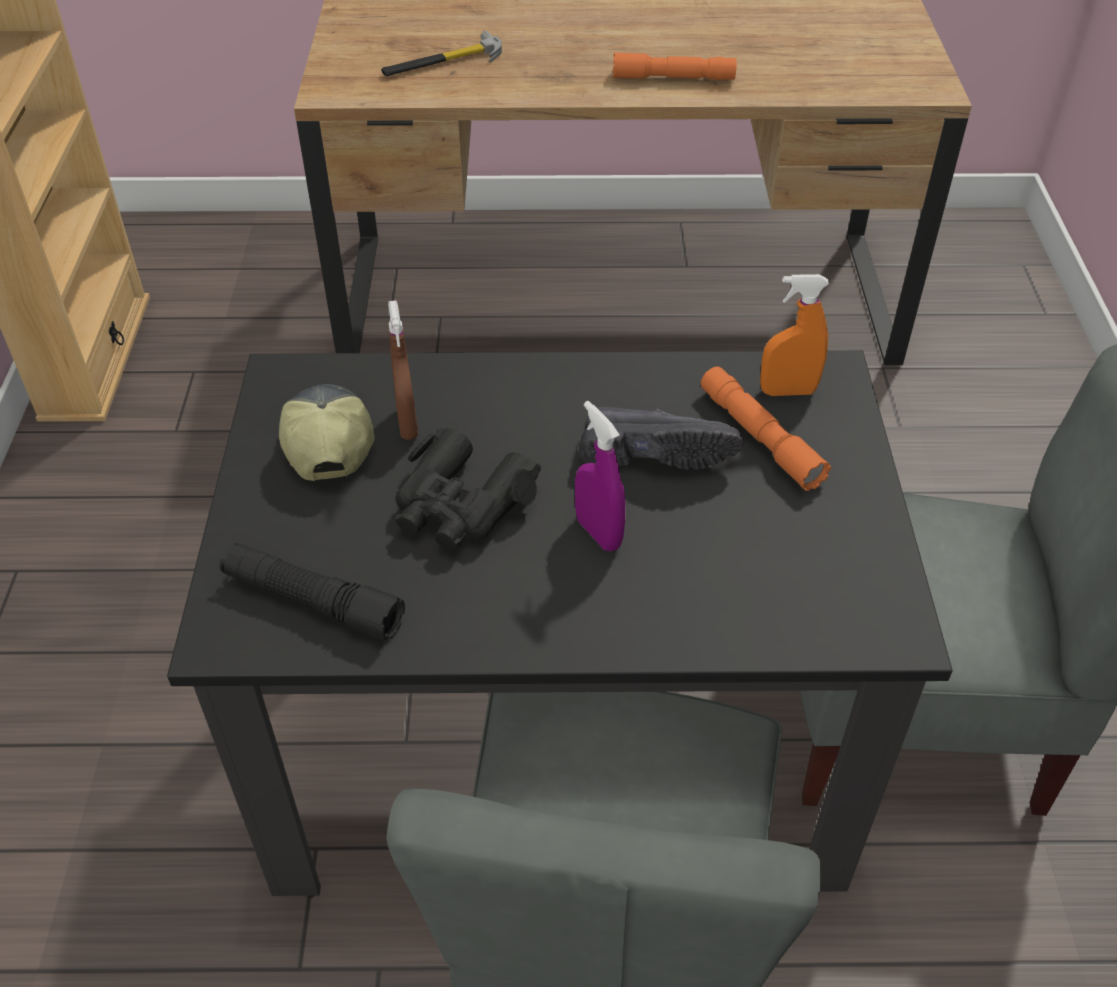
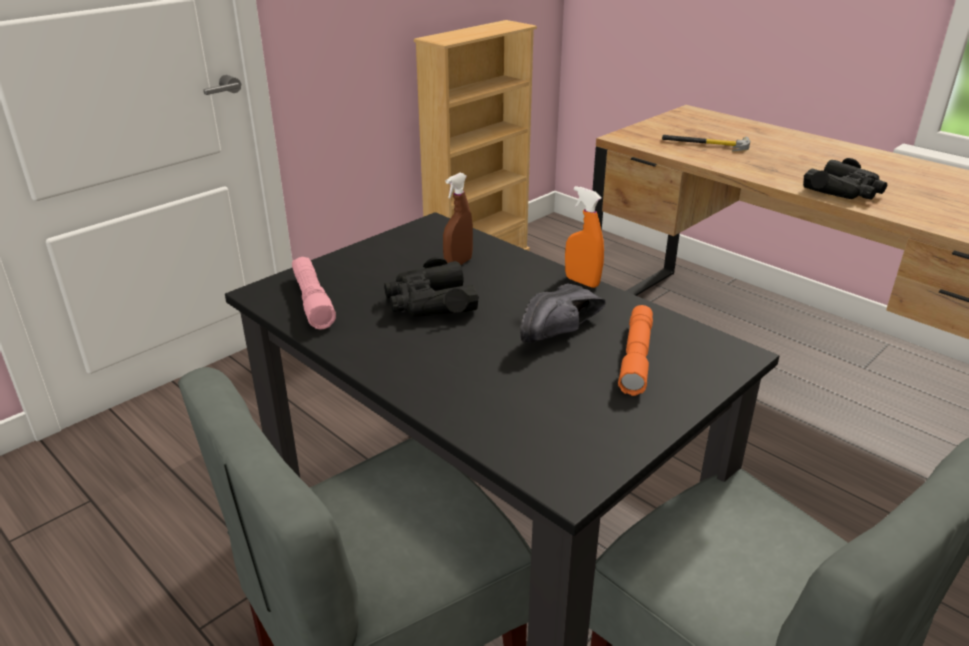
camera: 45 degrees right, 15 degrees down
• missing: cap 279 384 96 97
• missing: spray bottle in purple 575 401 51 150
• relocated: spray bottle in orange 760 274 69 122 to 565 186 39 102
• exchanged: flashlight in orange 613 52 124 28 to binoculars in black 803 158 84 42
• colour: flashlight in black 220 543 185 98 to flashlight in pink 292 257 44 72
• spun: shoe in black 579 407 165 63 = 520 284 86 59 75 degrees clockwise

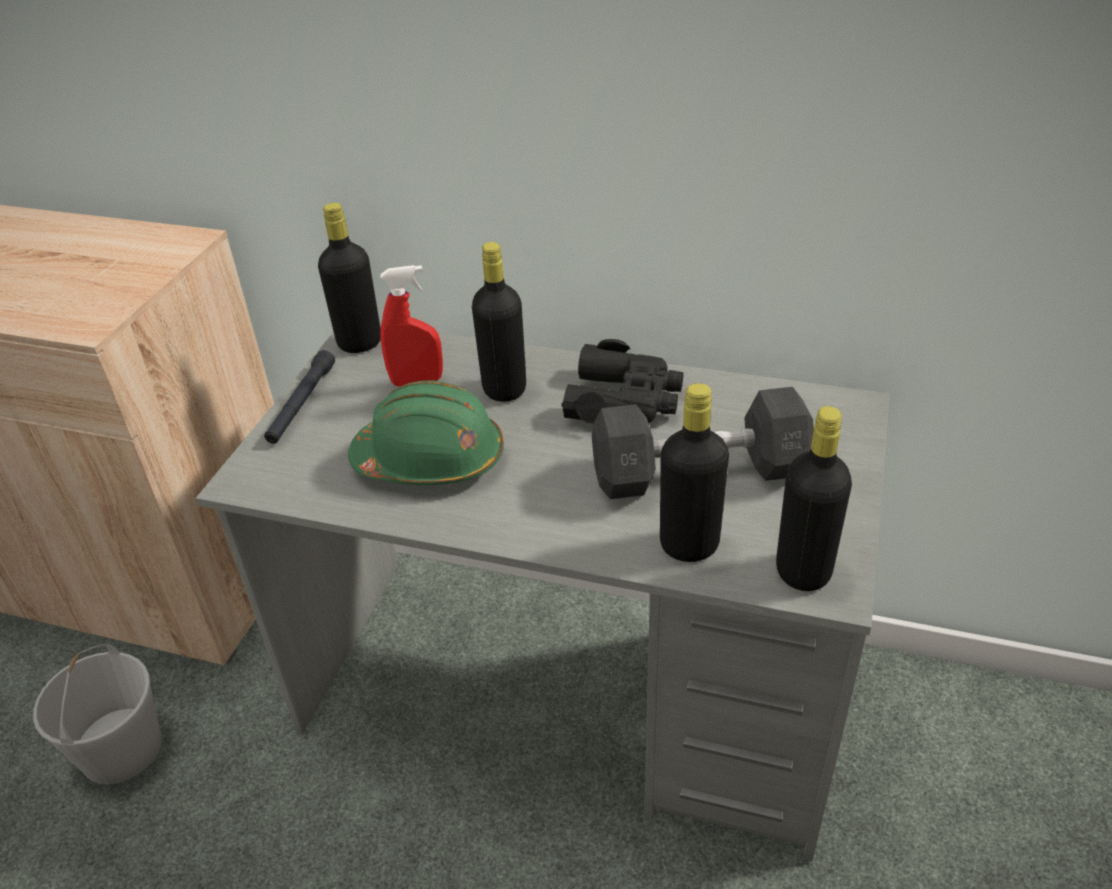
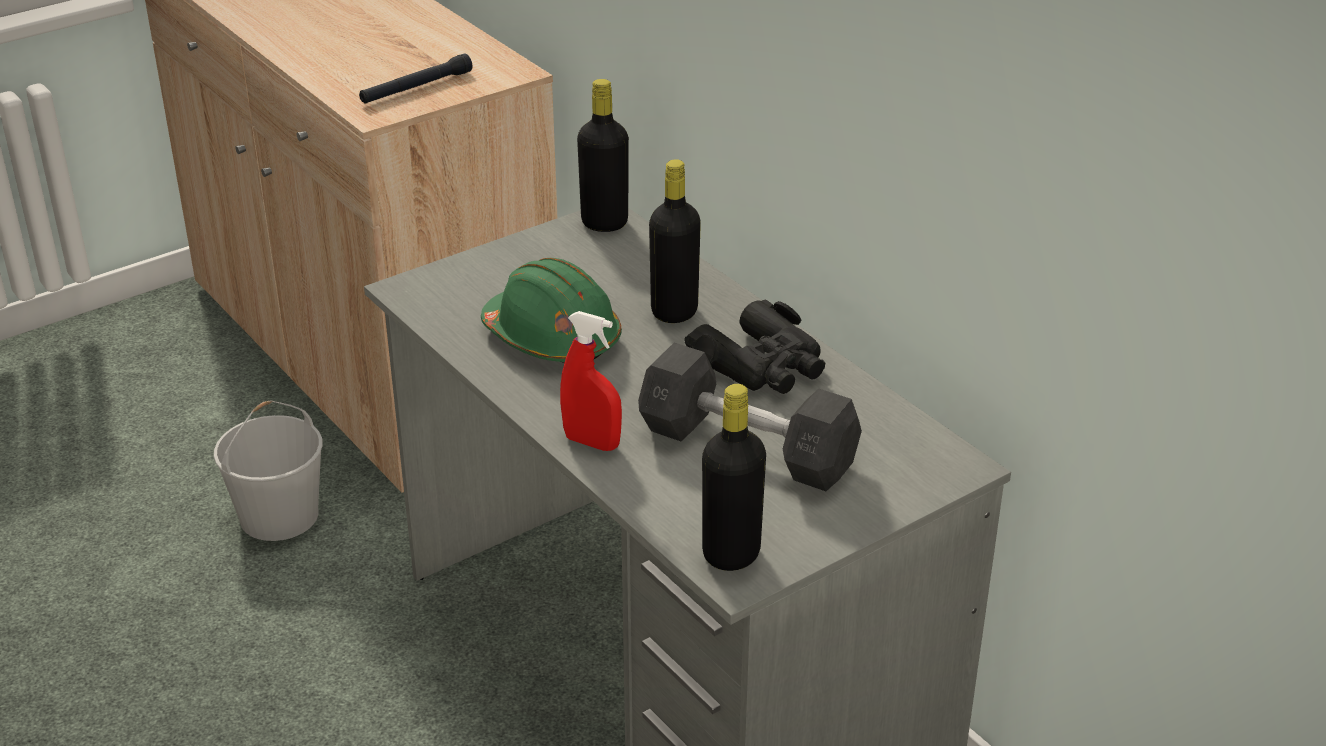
camera: 35 degrees right, 5 degrees down
• missing: bottle in black 660 383 69 179
• relocated: flashlight in black 264 350 71 93 to 359 54 113 49
• relocated: spray bottle in red 380 265 63 122 to 560 311 62 140

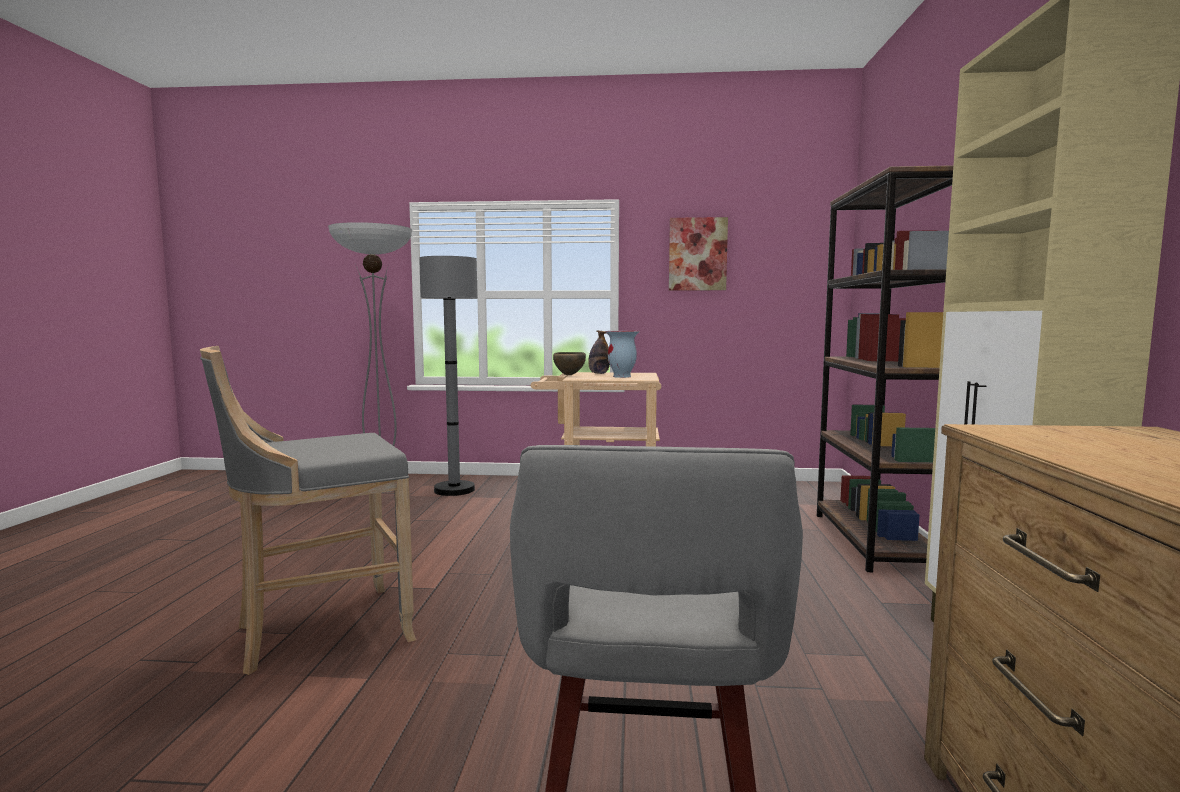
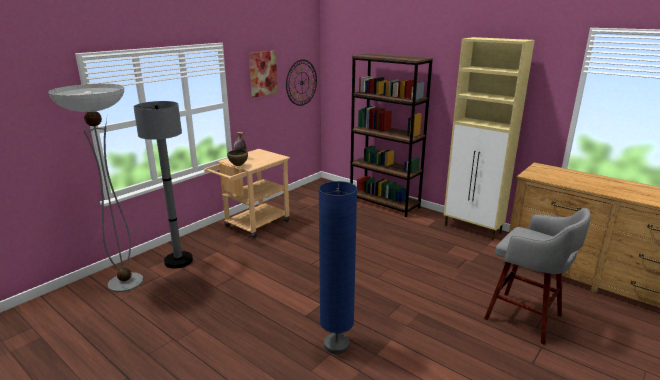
camera: 55 degrees left, 15 degrees up
• missing: vase 605 331 35 47
• appeared: wall clock 286 59 31 47
• exchanged: stool in grey 200 346 216 329 to floor lamp in blue 318 181 39 173

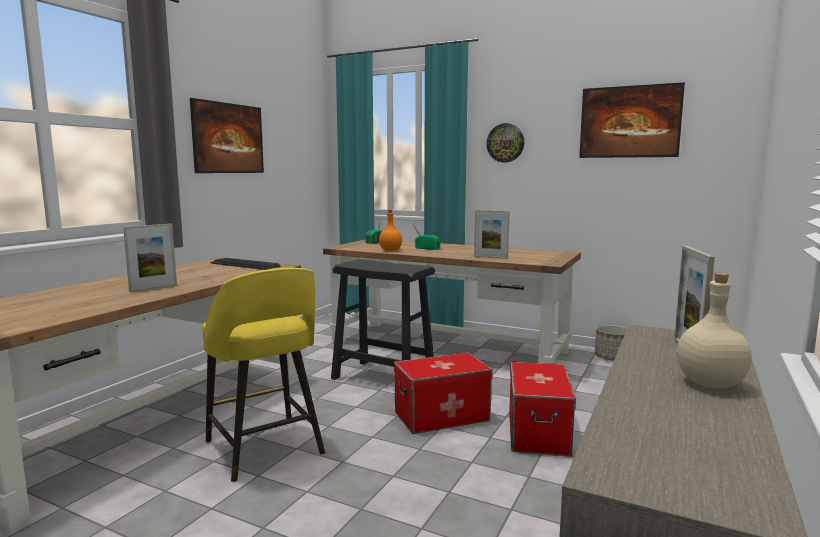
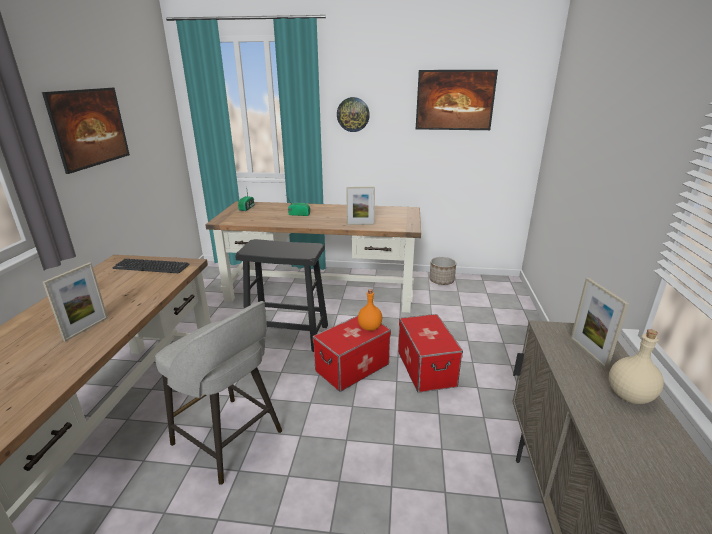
camera: 20 degrees left, 15 degrees up
• relocated: bottle in orange 379 210 23 41 to 358 289 24 42
• colour: stool in yellow 202 268 123 214 to stool in grey 155 301 127 184

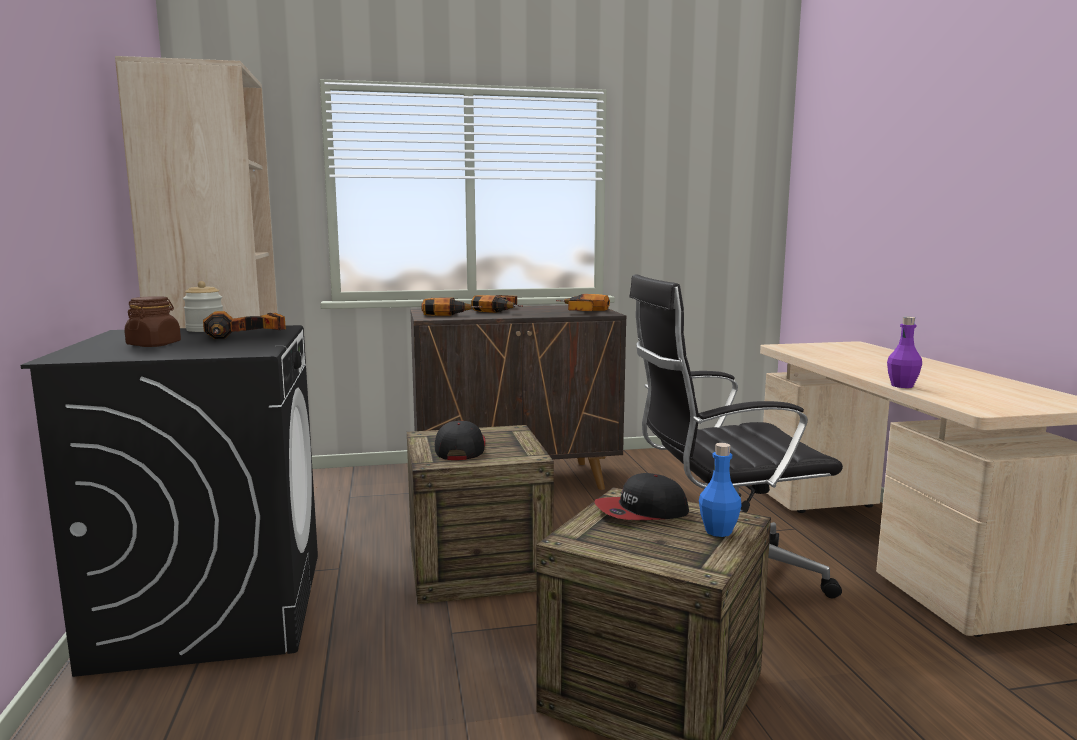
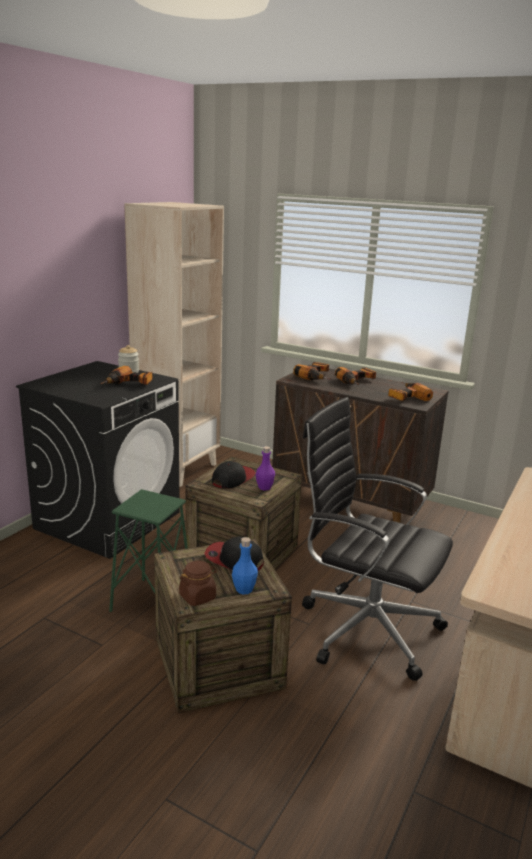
camera: 40 degrees right, 10 degrees up
• appeared: stool in green 109 489 79 123
• relocated: jar in brown 124 296 57 51 to 179 561 38 45
• relocated: bottle in purple 887 317 35 71 to 256 446 19 44

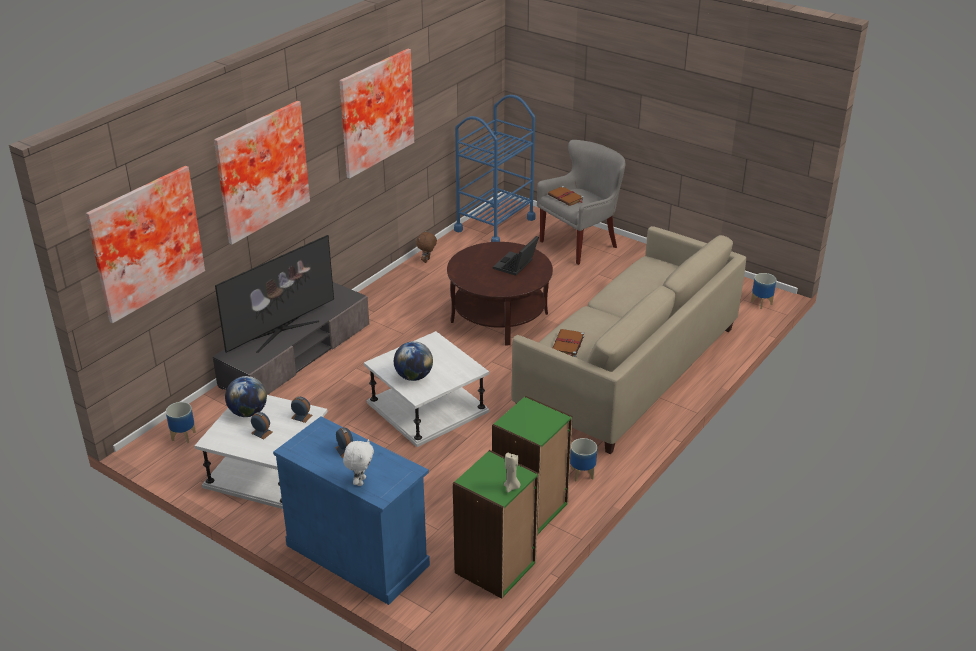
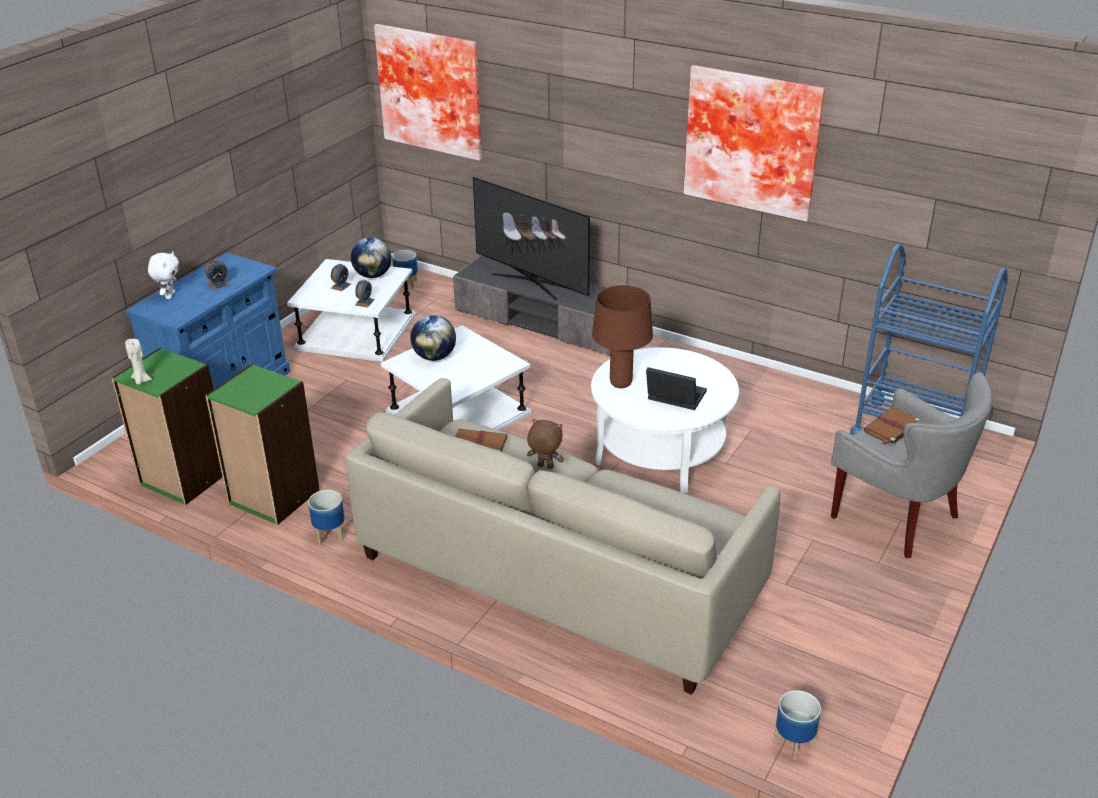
camera: 85 degrees right, 0 degrees up
• missing: picture 214 101 96 144
• appeared: table lamp in brown 592 285 61 103
• relocated: plush toy in brown 416 231 21 32 to 527 419 37 50
• colour: coffee table in brown 447 242 106 104 to coffee table in white 591 347 148 146
• spun: plush toy in white 343 439 31 47 = 148 251 31 48 90 degrees counterclockwise

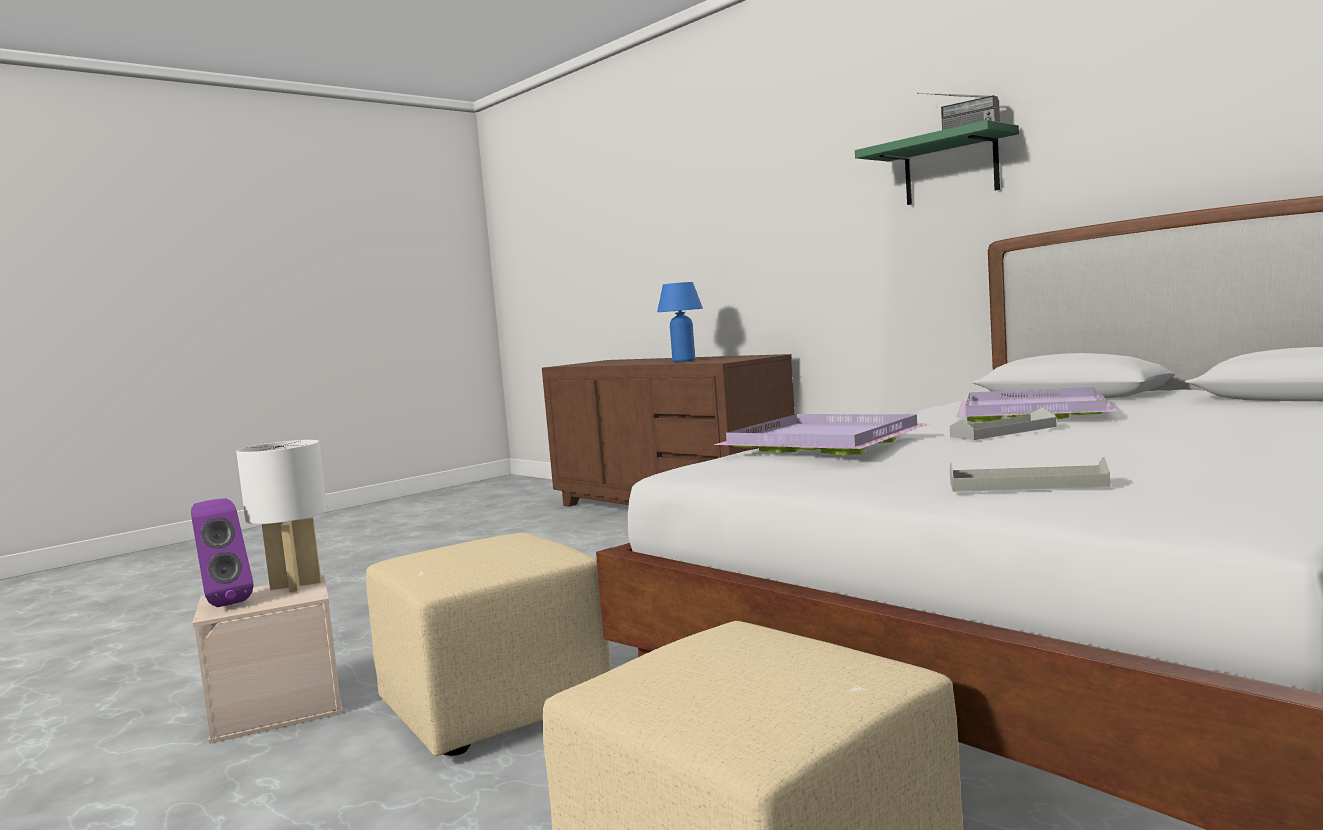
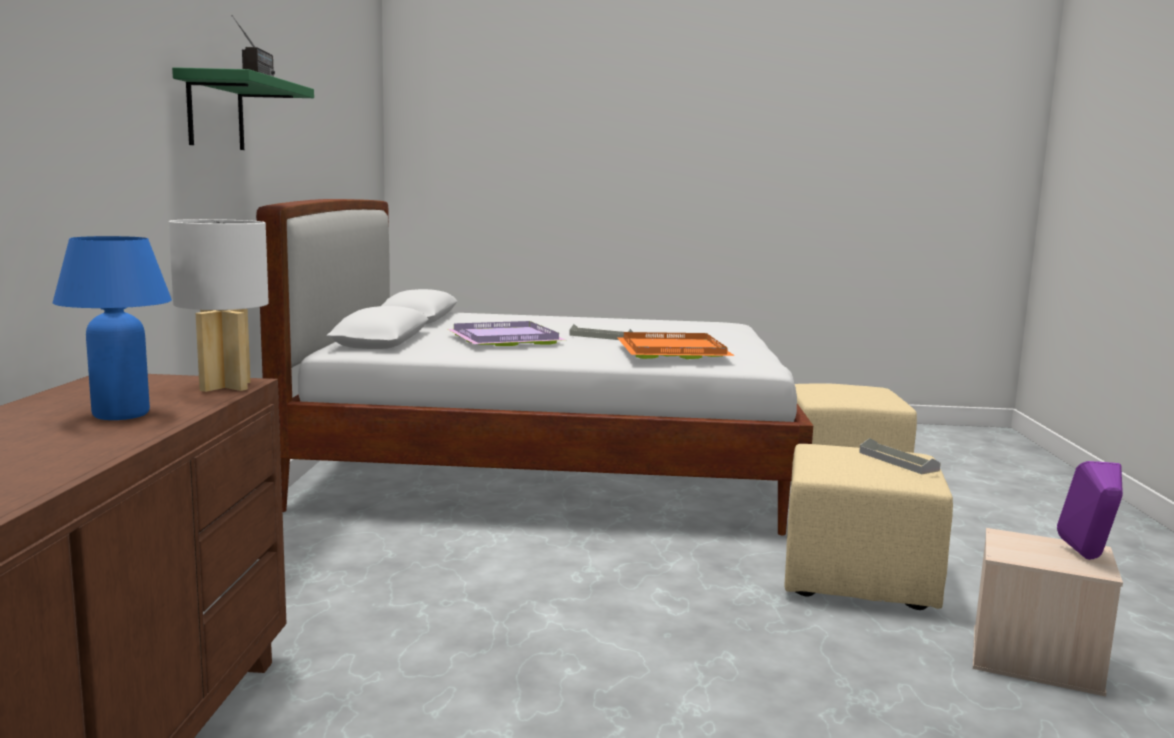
camera: 135 degrees left, 5 degrees up
• relocated: table lamp in white 236 440 91 152 to 169 219 100 173
• relocated: tray in grey 950 457 160 35 to 859 438 82 36
• colour: tray in purple 714 414 214 41 to tray in orange 618 332 117 27

